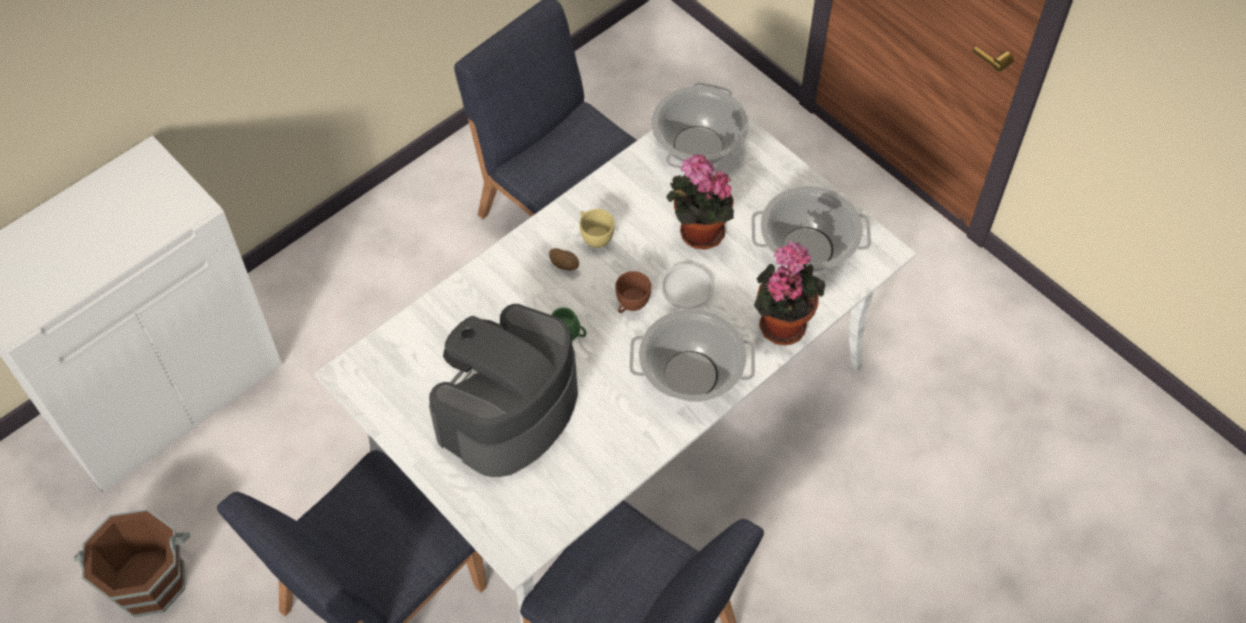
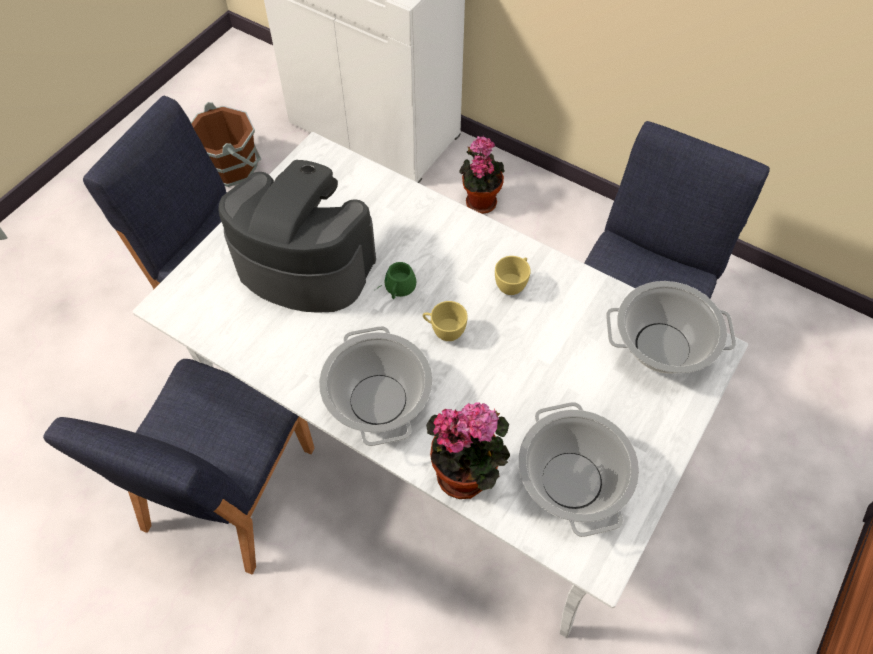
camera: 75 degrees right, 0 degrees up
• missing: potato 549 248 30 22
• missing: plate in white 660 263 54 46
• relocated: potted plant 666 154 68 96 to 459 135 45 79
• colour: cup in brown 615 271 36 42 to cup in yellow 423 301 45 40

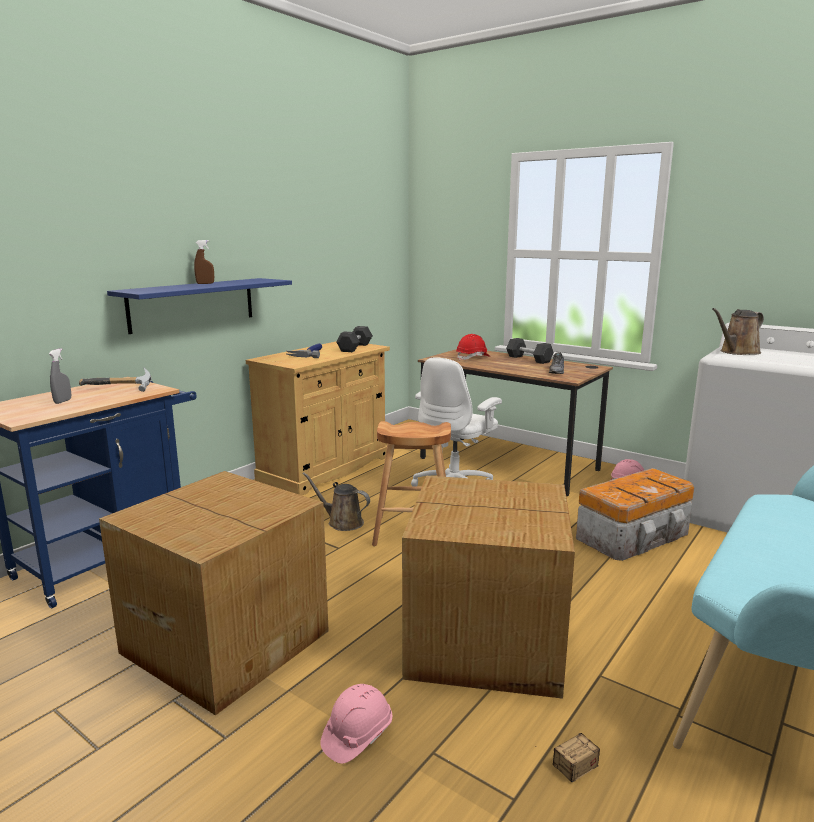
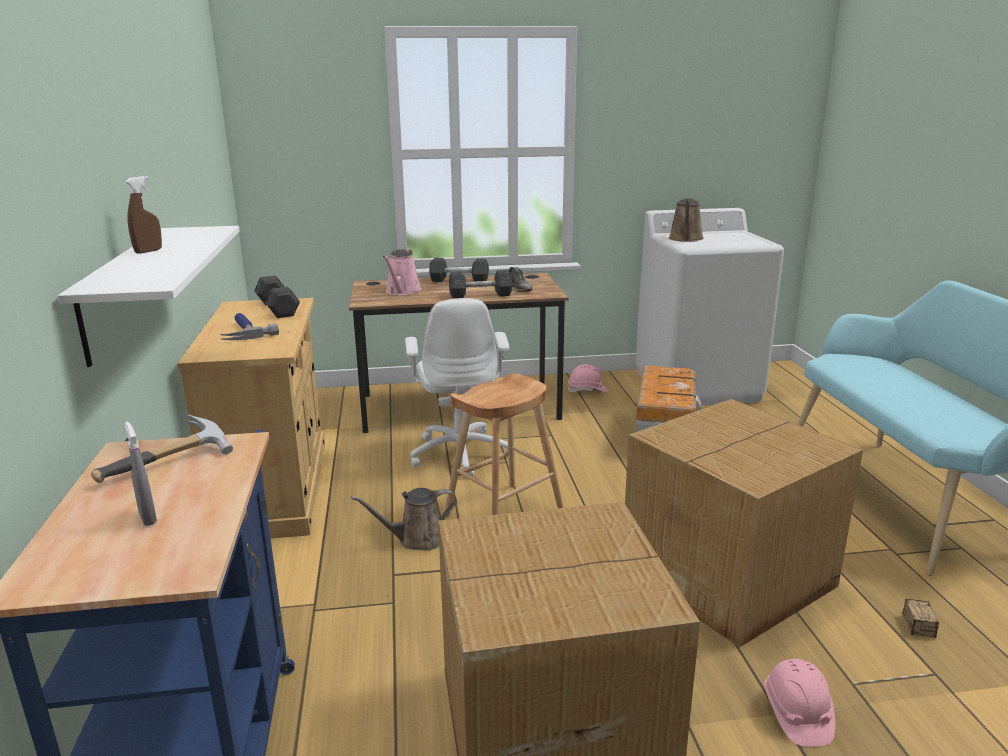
camera: 45 degrees left, 5 degrees up
• appeared: dumbbell in grey 449 270 63 28
• exchanged: hard hat in red 456 334 34 26 to watering can in pink 383 249 39 46
• colour: shelf in blue 107 278 185 56 to shelf in white 58 226 182 141

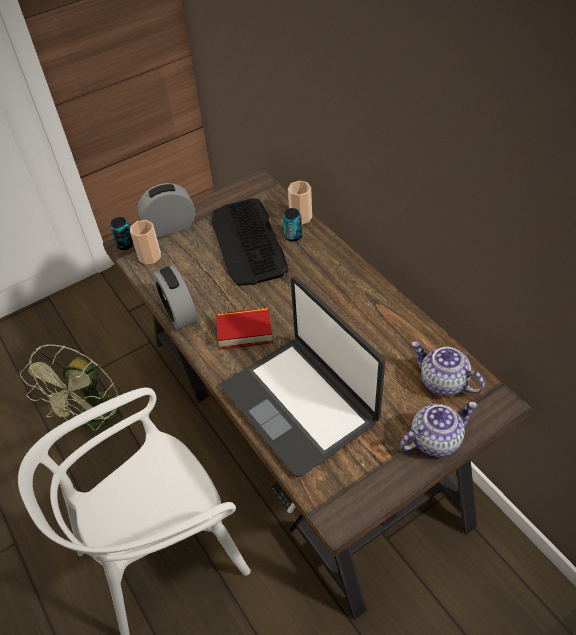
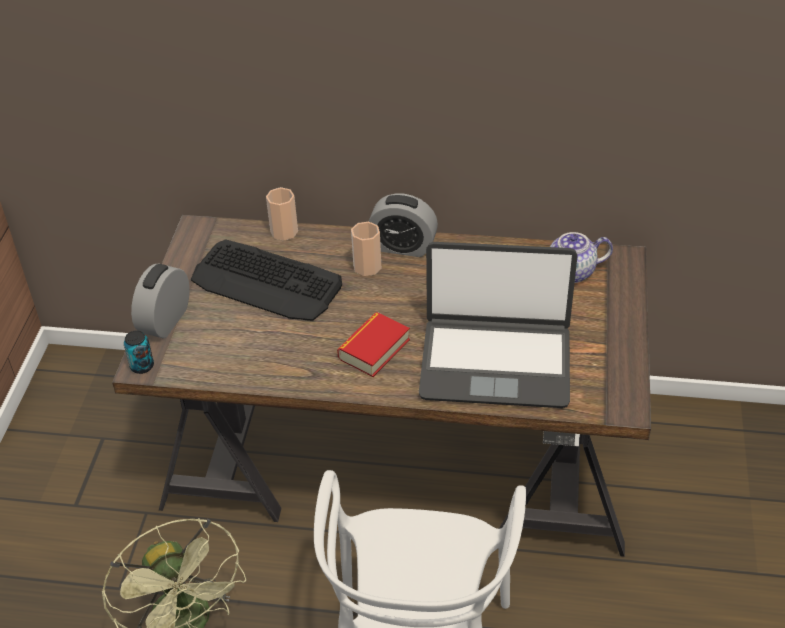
camera: 50 degrees left, 5 degrees down
• missing: can 283 208 19 34
• missing: teapot 400 402 77 55
• relocated: cup 130 220 31 45 to 351 222 30 54
• relocated: alarm clock 153 266 44 64 to 368 193 70 64

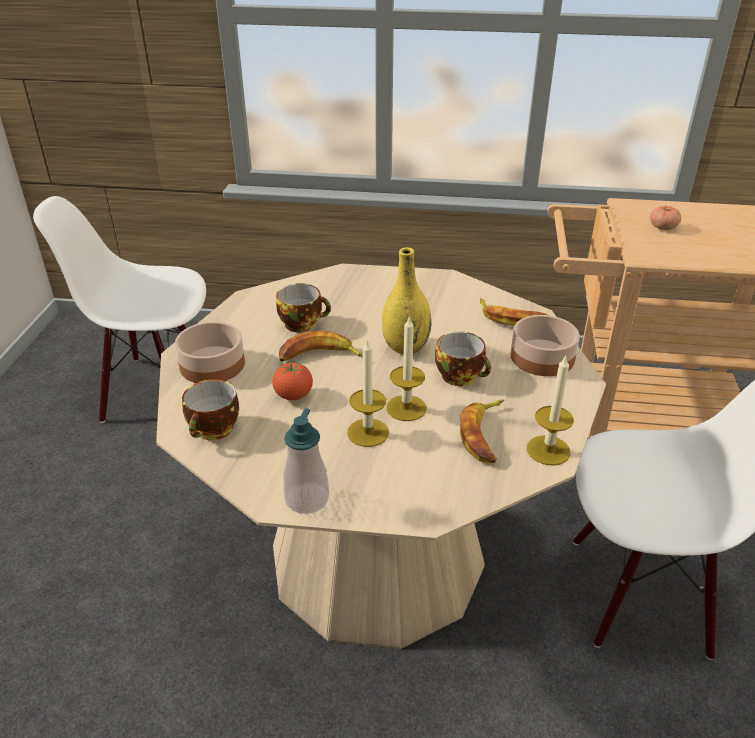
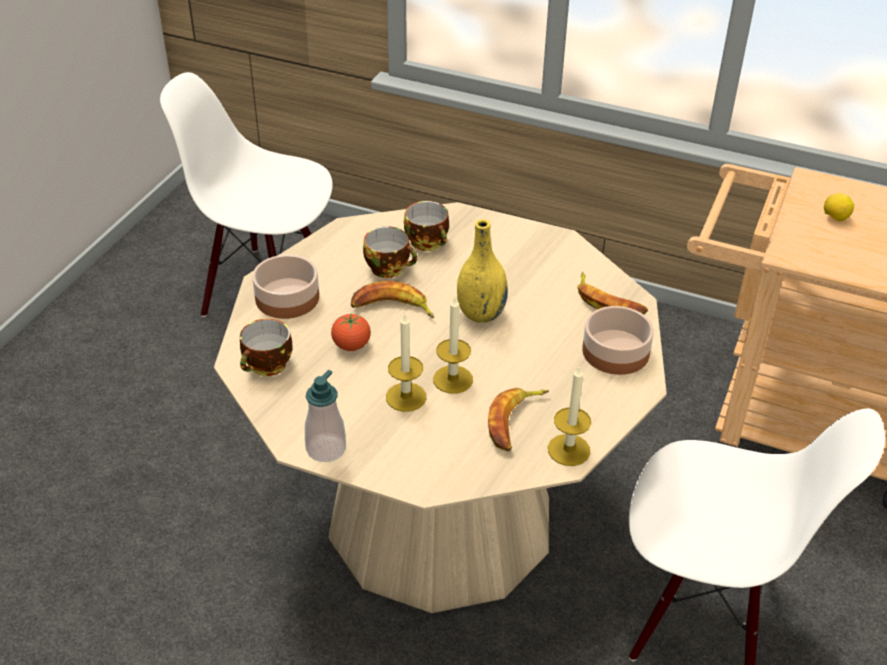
camera: 15 degrees right, 5 degrees up
• relocated: cup 435 331 56 55 to 404 201 45 50
• exchanged: tomato 650 206 31 24 to lemon 824 193 30 28

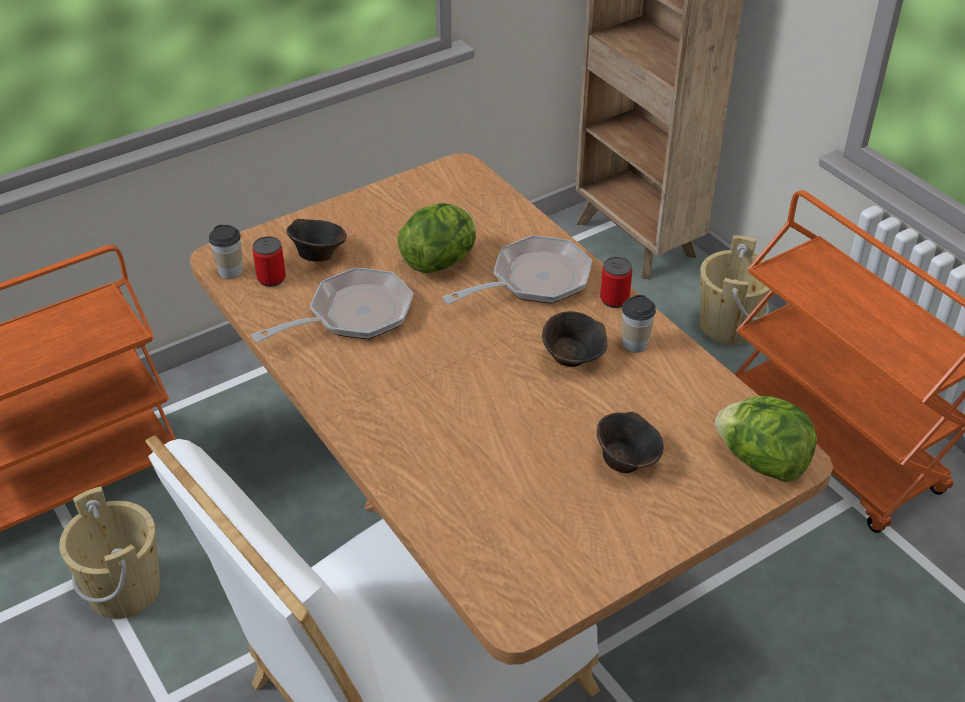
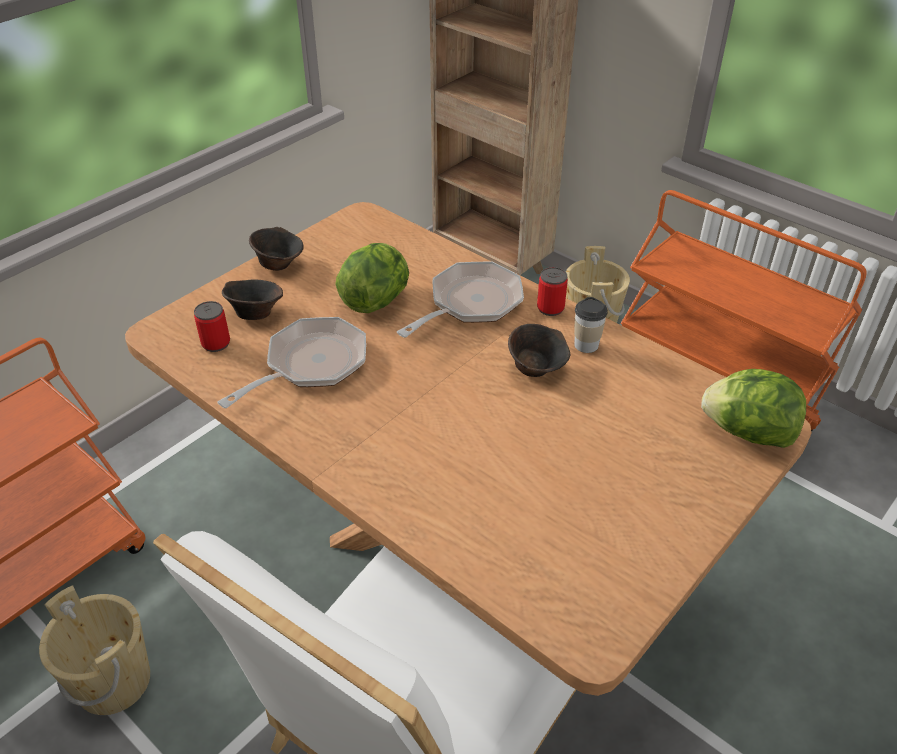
camera: 15 degrees left, 0 degrees up
• missing: cup 209 225 34 54
• relocated: bowl in brown 597 412 67 61 to 249 227 55 44

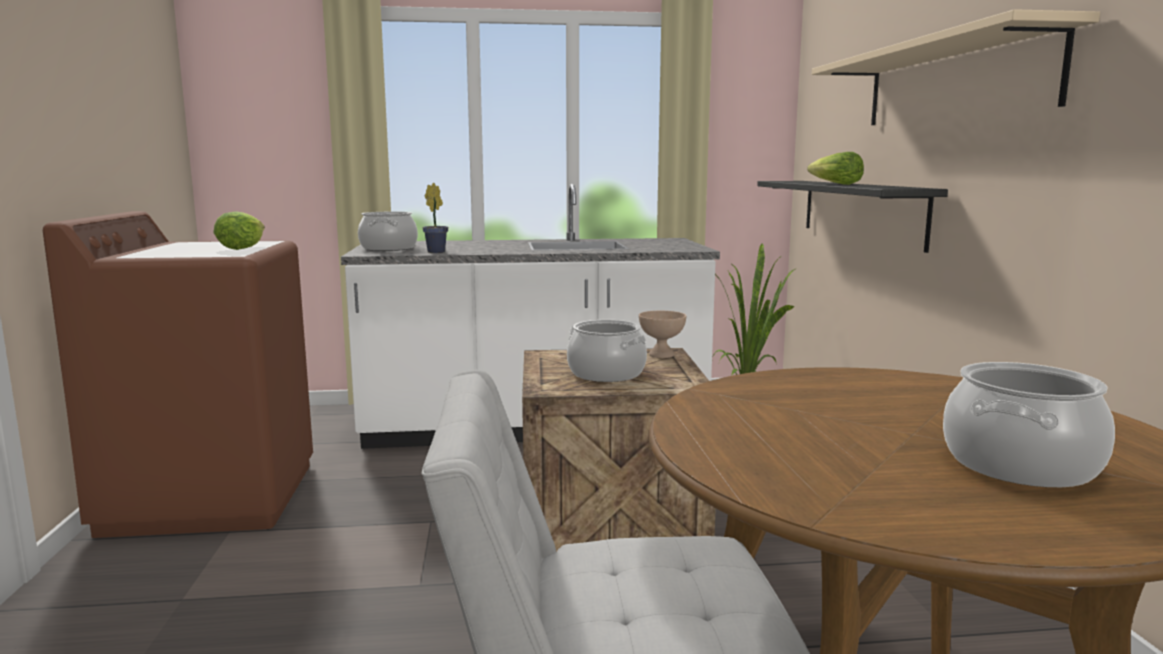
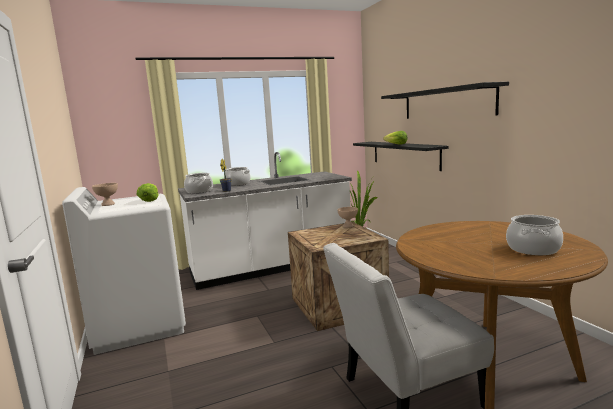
camera: 15 degrees left, 0 degrees up
• appeared: bowl in beige 92 183 26 23
• relocated: cooking pot 567 320 80 62 to 224 167 27 19
• colour: washing machine in brown 43 211 270 327 to washing machine in white 62 187 124 168
• colour: shelf in beige 812 9 288 116 to shelf in black 381 82 128 37

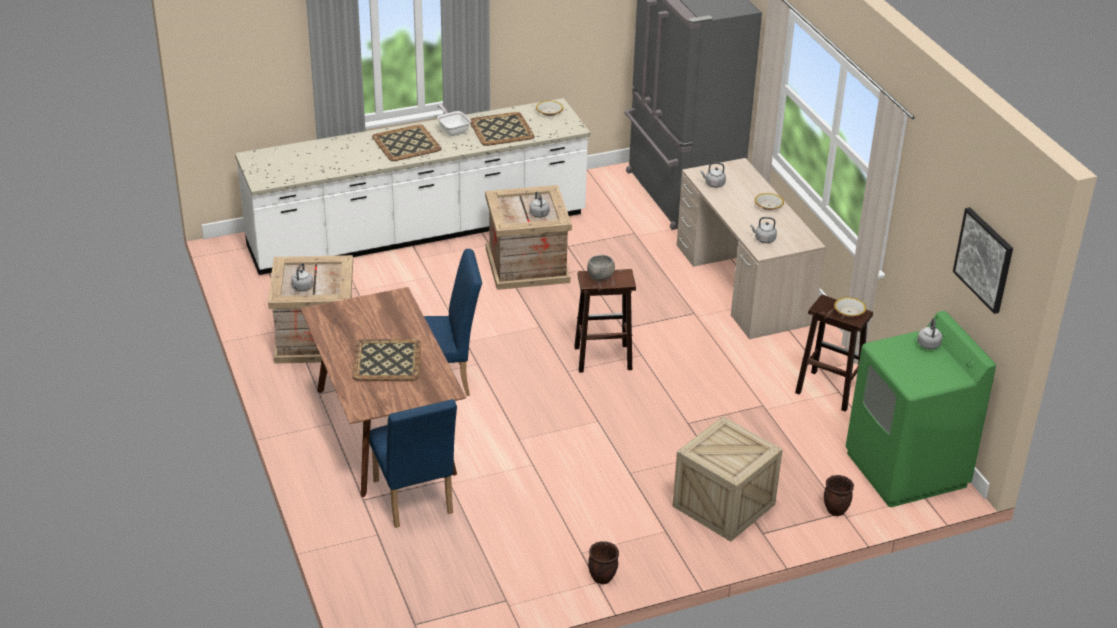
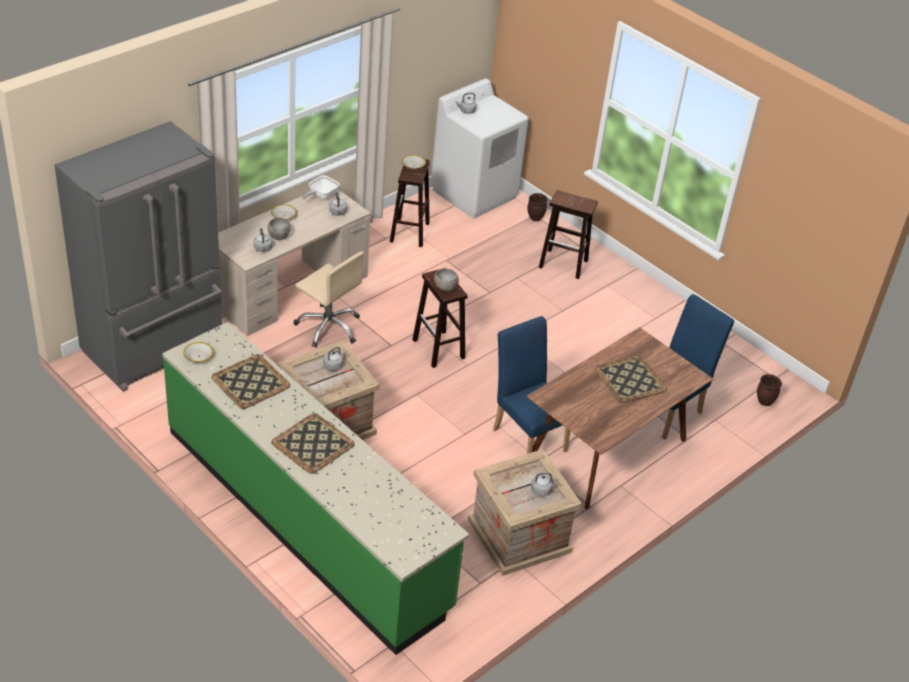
camera: 115 degrees left, 5 degrees up
• missing: picture 953 207 60 107
• appeared: bowl in grey 268 217 23 23
• appeared: office chair in beige 294 251 70 97
• relocated: frying pan 437 104 34 32 to 302 175 38 25
• relocated: planter in brown 588 541 31 43 to 757 374 25 32
• exchanged: crate 672 416 111 126 to stool in brown 539 190 59 89
• colour: counter in white 235 98 356 177 to counter in green 162 322 307 333
• colour: washing machine in green 846 311 150 196 to washing machine in white 431 79 98 140

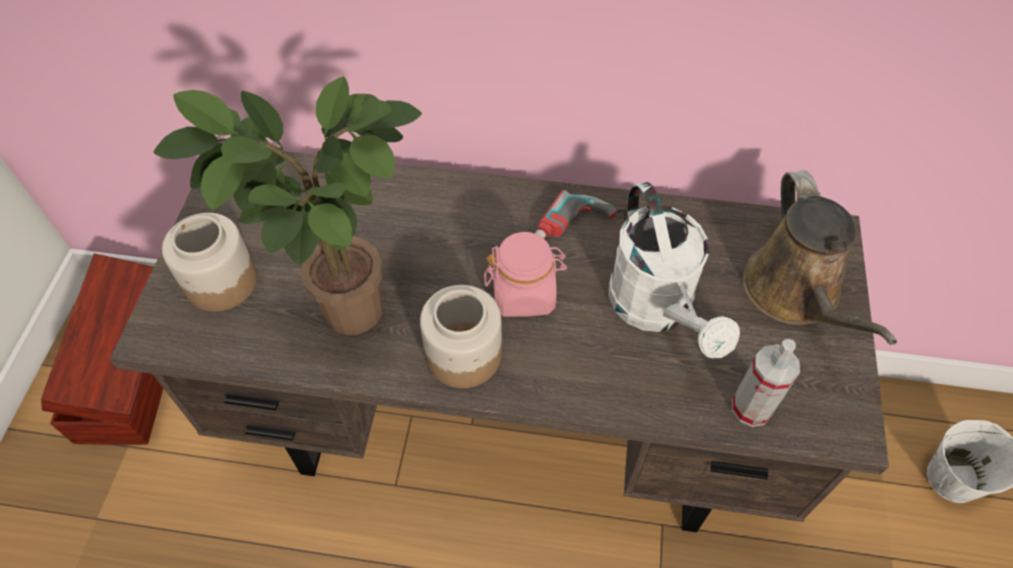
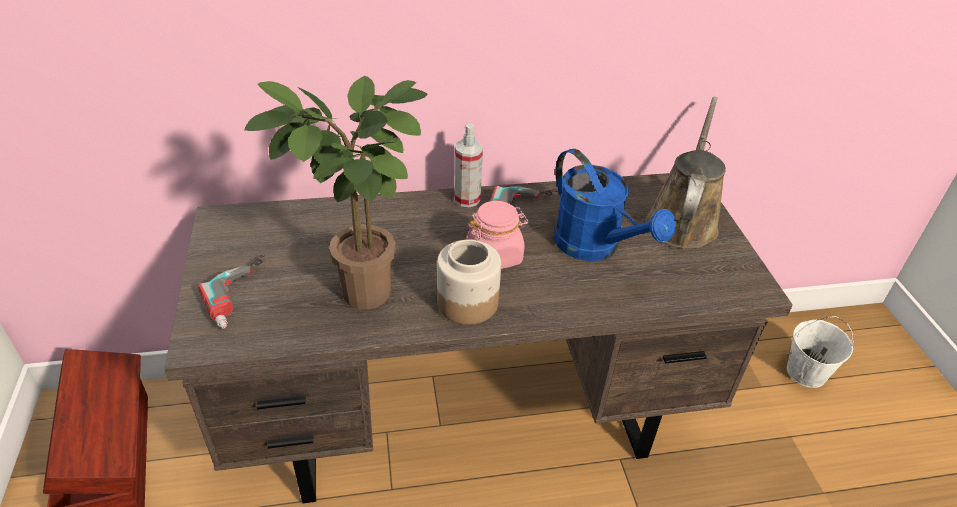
camera: 20 degrees left, 15 degrees down
• relocated: spray bottle 732 339 68 88 to 454 124 29 83
• exchanged: jar 162 213 95 99 to power drill 198 254 68 75
• colour: watering can in white 609 182 131 176 to watering can in blue 554 149 122 112
• spun: watering can in brown 743 170 154 175 = 645 97 81 152 135 degrees counterclockwise

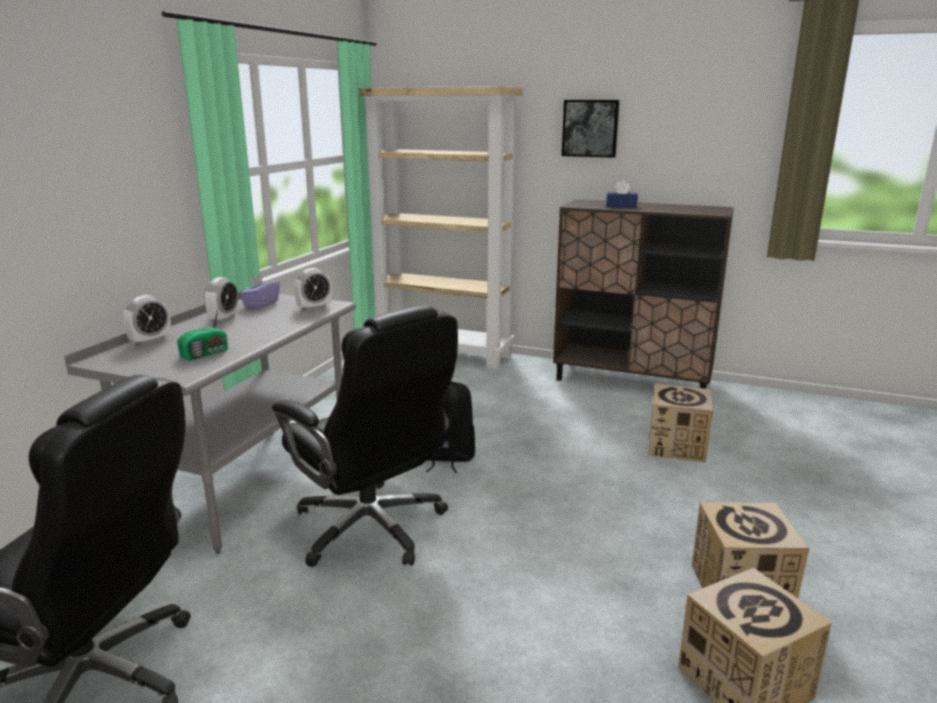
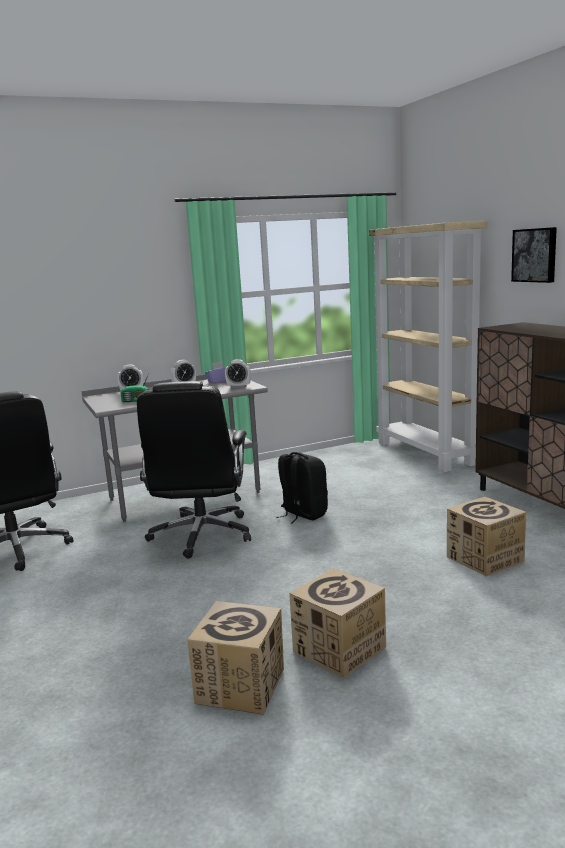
camera: 45 degrees right, 5 degrees down
• missing: tissue box in blue 606 180 32 28

